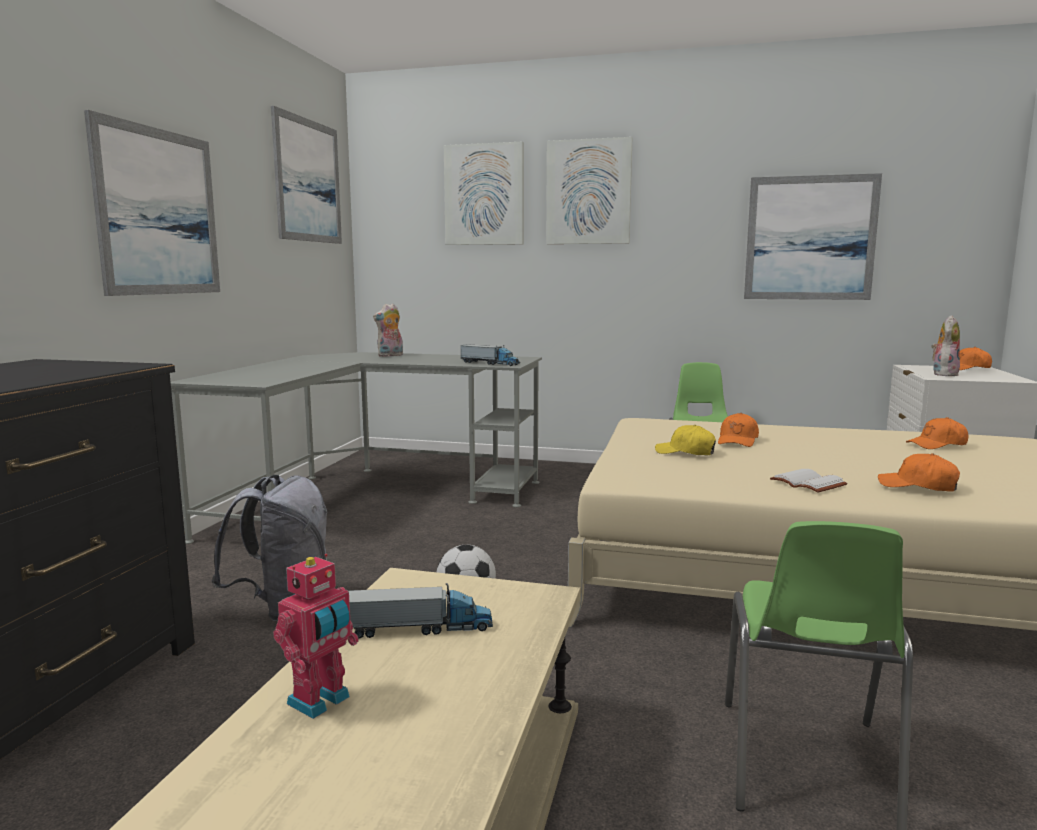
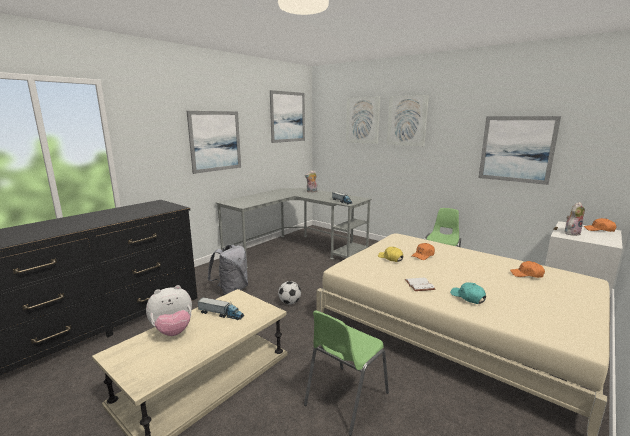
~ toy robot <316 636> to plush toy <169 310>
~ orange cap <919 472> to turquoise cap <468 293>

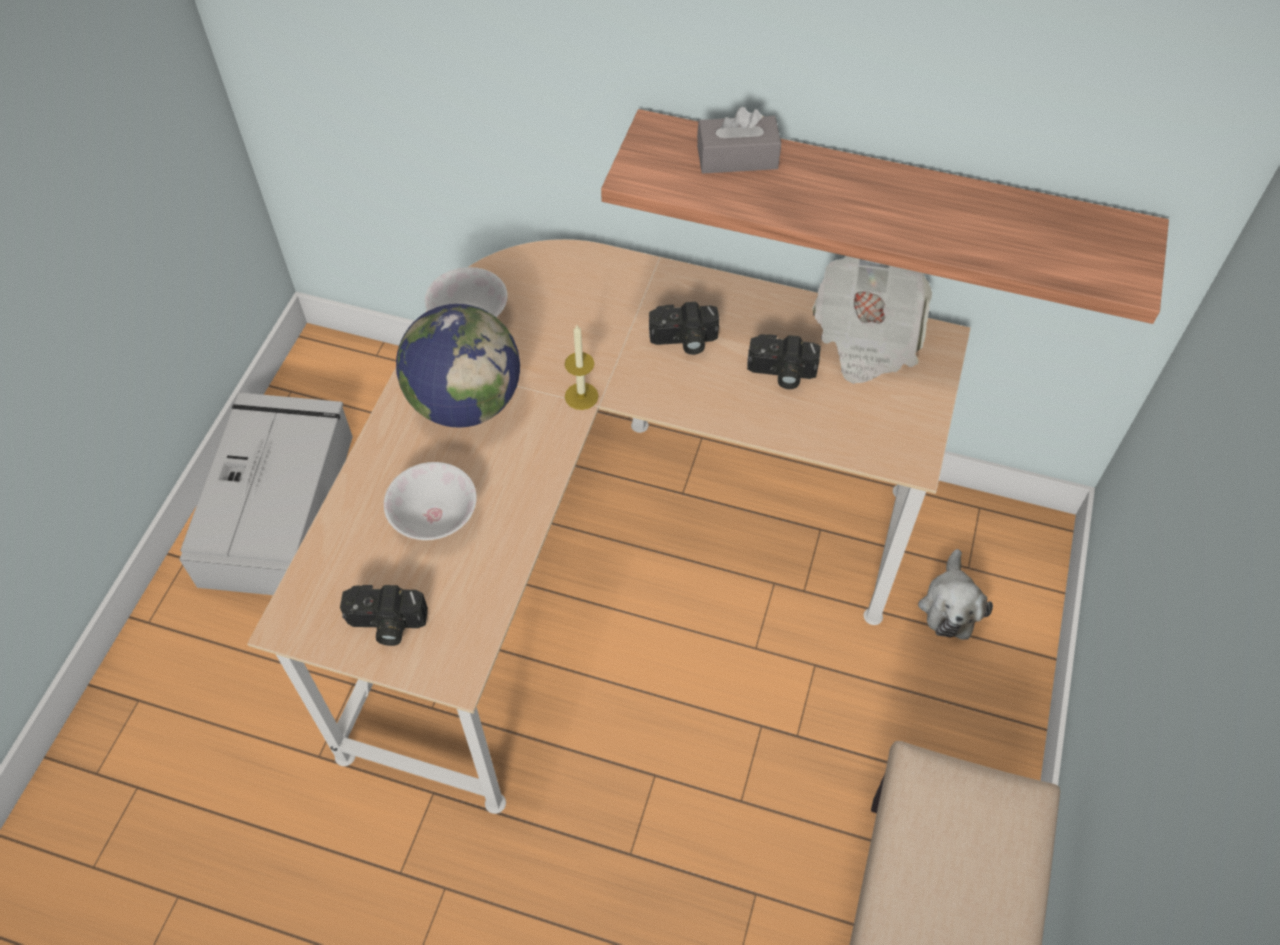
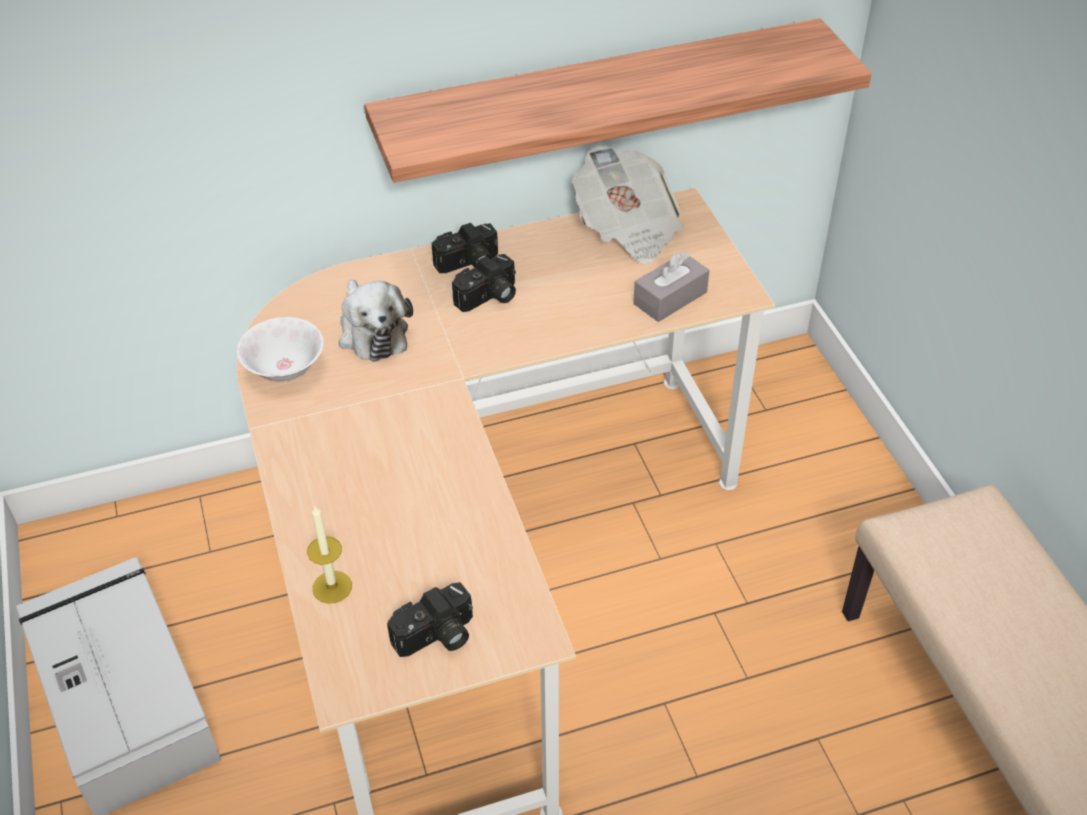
- white bowl <430 501>
- globe <458 366>
~ candle <582 367> to <329 555>
~ grey tissue box <739 140> to <671 286>
~ photo camera <784 361> to <465 248>
~ plush toy <955 594> to <376 321>

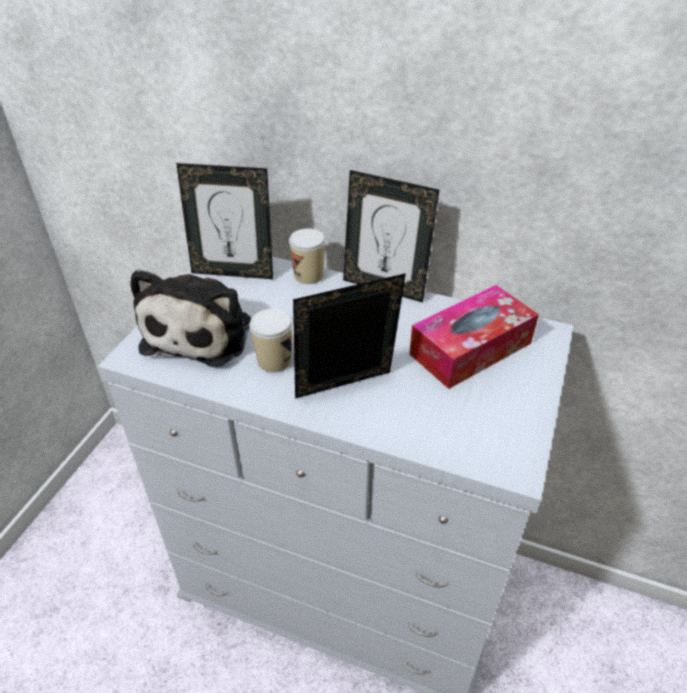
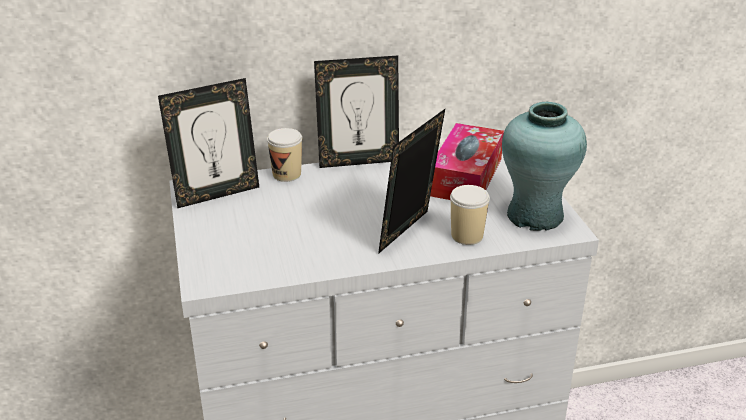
- plush toy <190 318>
+ turquoise vase <544 166>
~ cup <270 340> to <470 215>

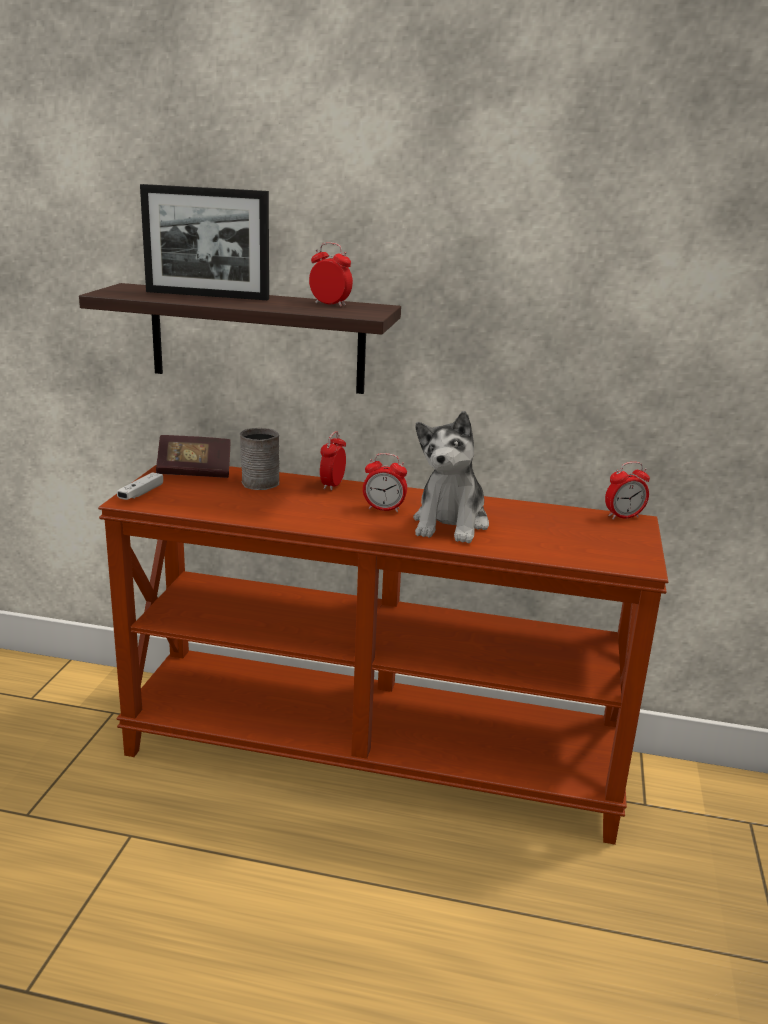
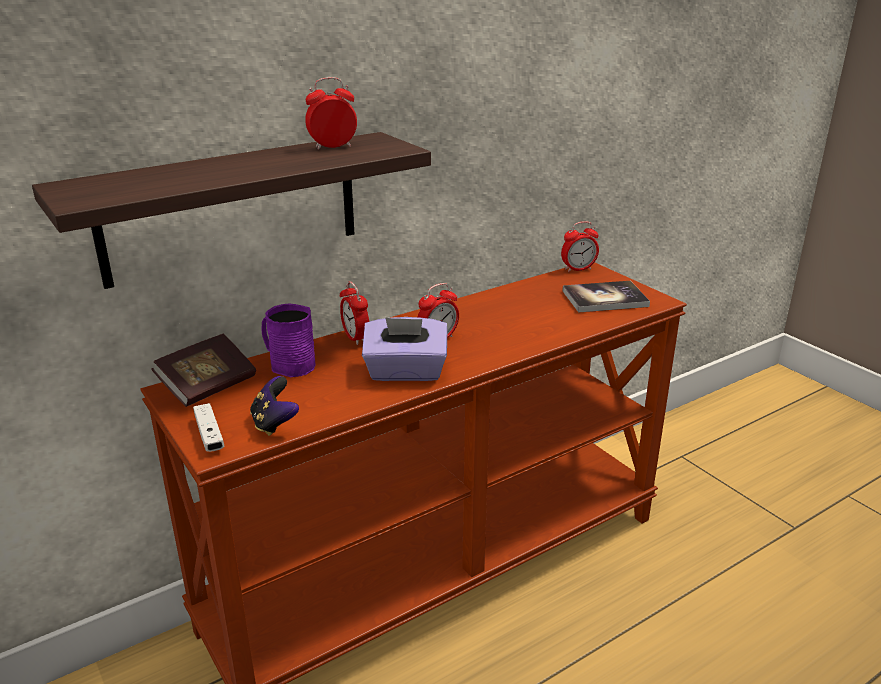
- picture frame <204 242>
- plush toy <451 477>
+ game controller <274 406>
+ purple tissue box <405 349>
+ book <606 297>
~ grey mug <259 459> to purple mug <288 340>
~ alarm clock <627 491> = <580 246> 45 degrees clockwise

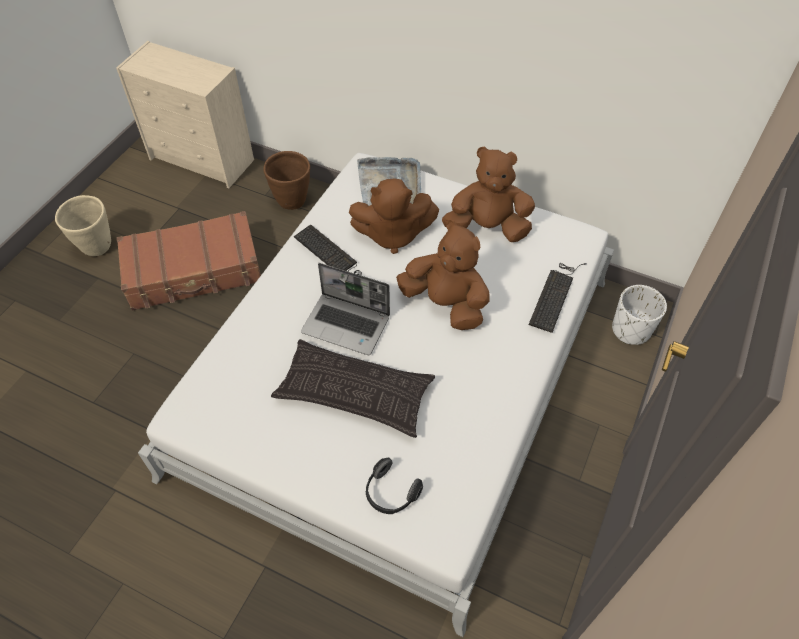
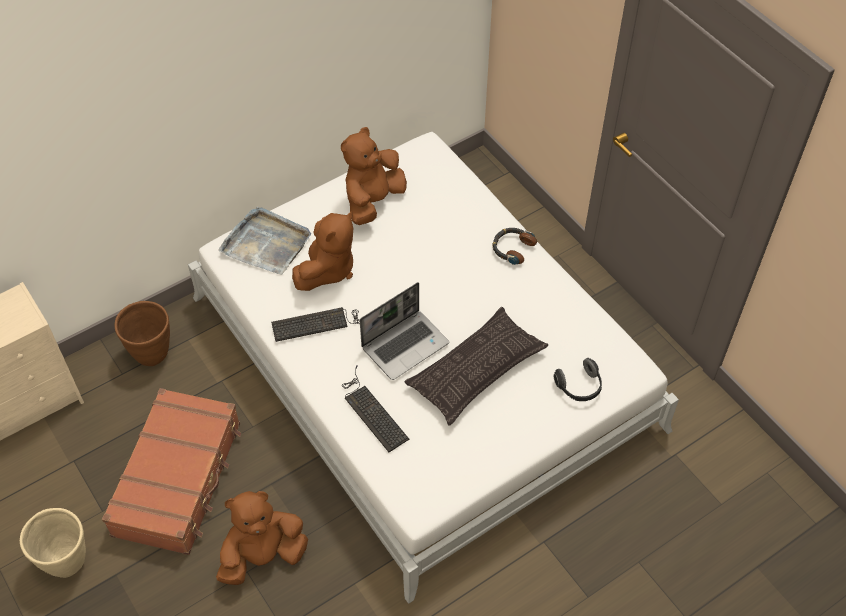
- white planter <639 315>
+ headphones <515 246>
~ brown plush toy <443 275> to <262 538>
~ keyboard <558 298> to <375 408>

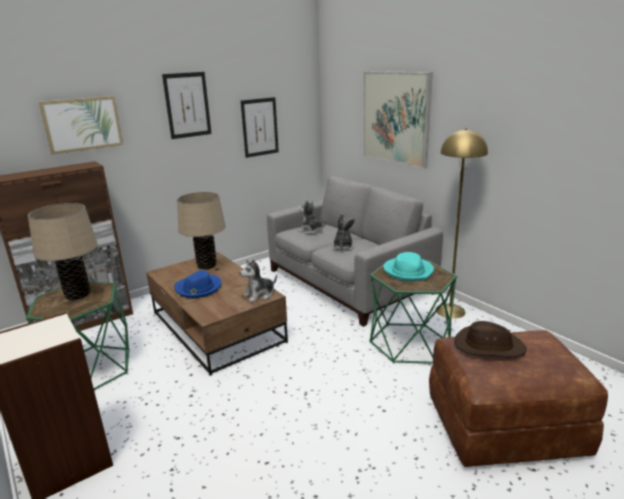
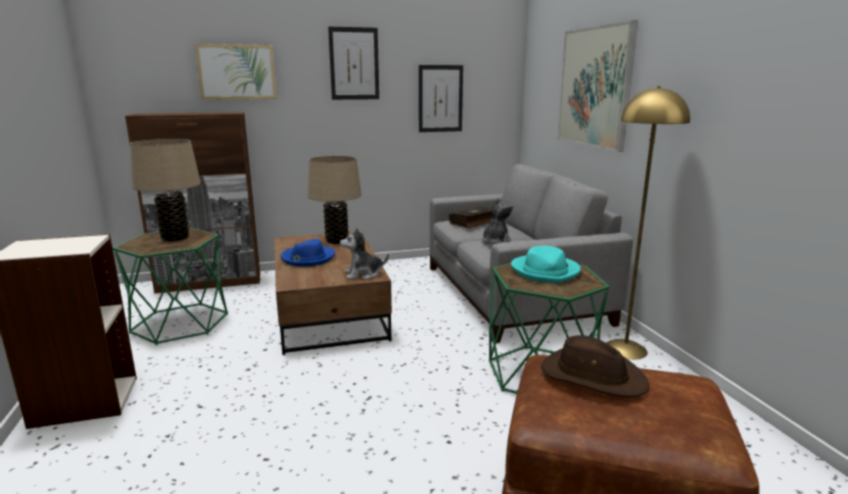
~ plush toy <312 217> to book <471 217>

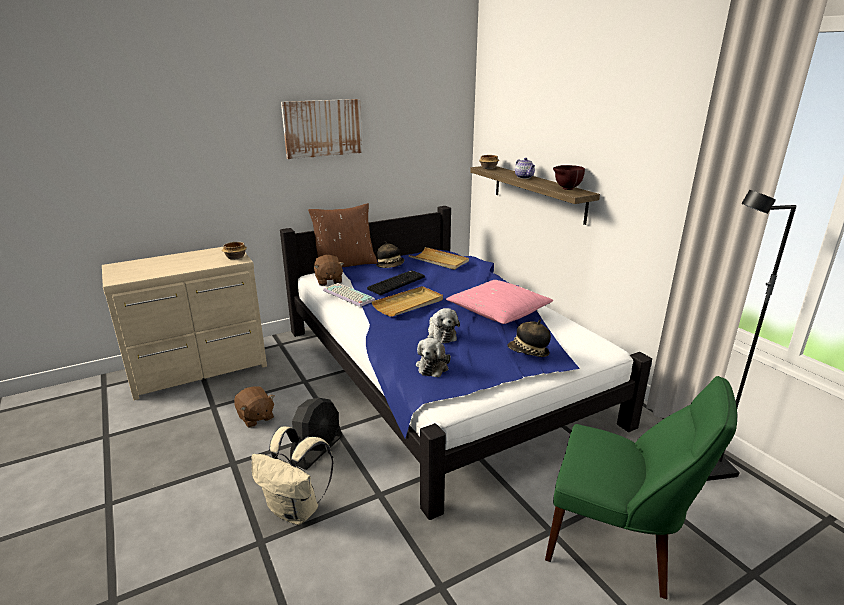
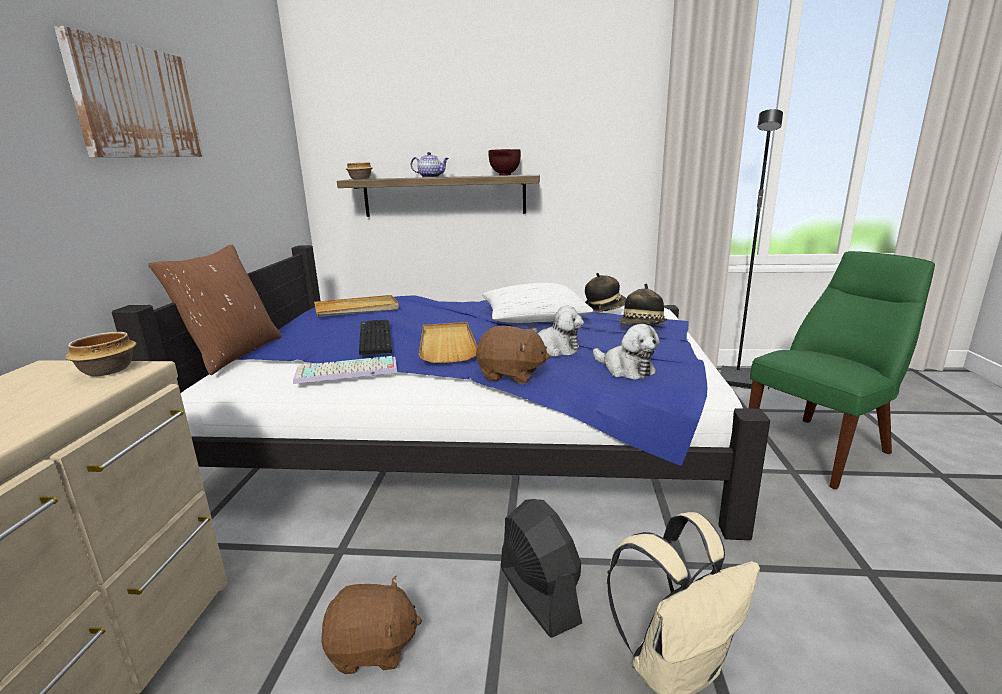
~ brown plush toy <329 270> to <513 354>
~ hat <390 254> to <605 292>
~ pink pillow <499 302> to white pillow <537 303>

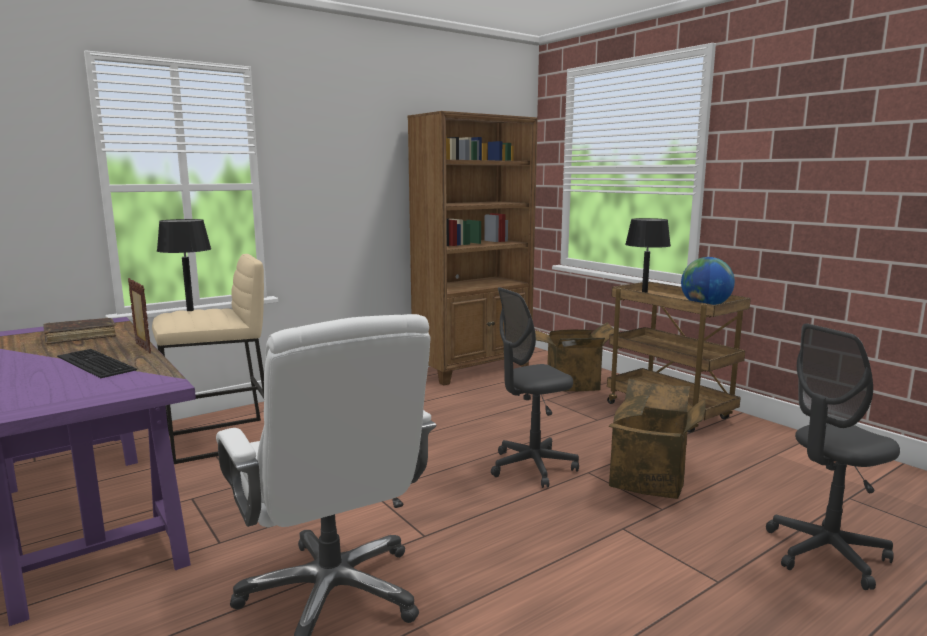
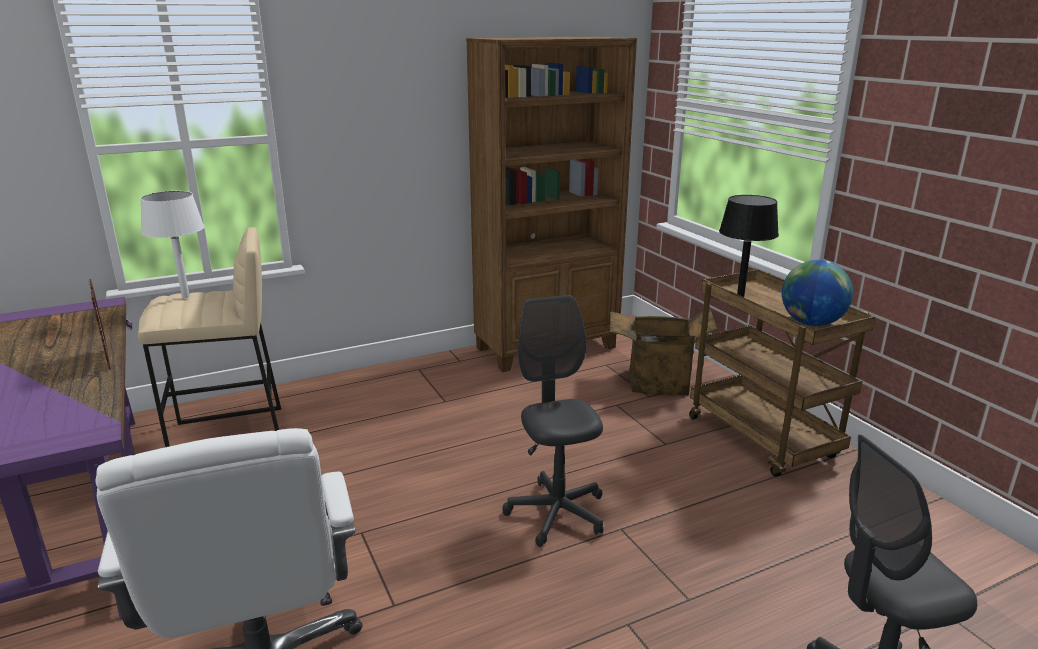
- brown book <79 331>
- keyboard <97 363>
- cardboard box <657 439>
~ black table lamp <184 265> to white table lamp <172 244>
~ grey office chair <535 387> = <552 421> 90 degrees clockwise

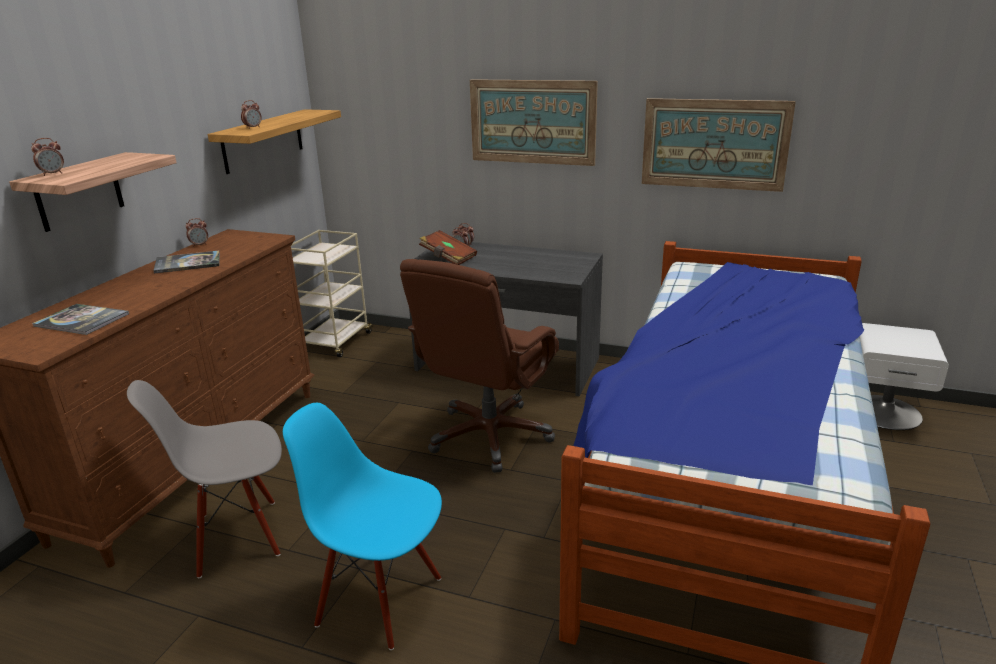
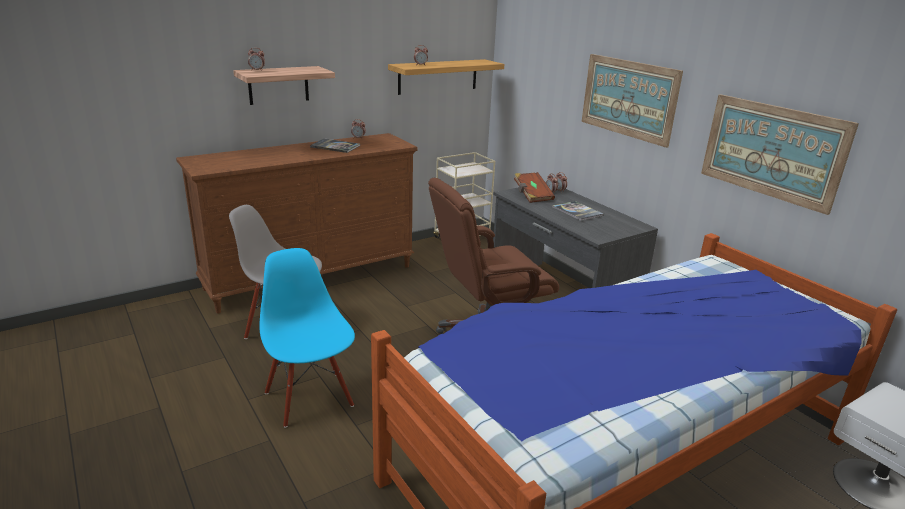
~ book <80 319> to <578 211>

